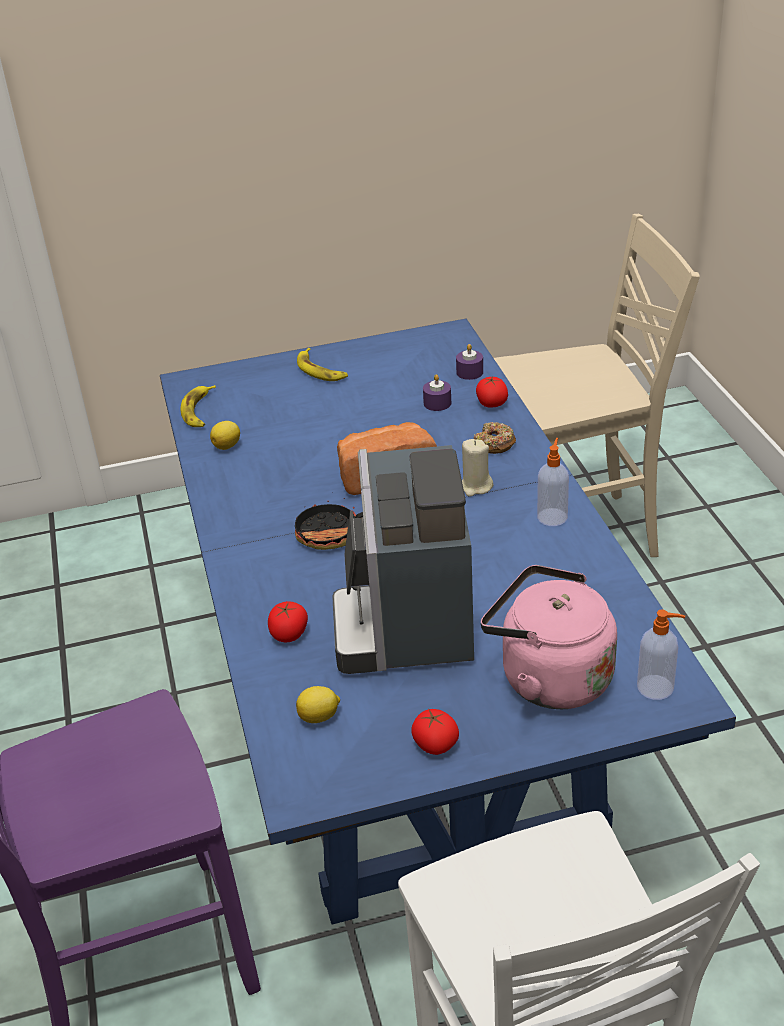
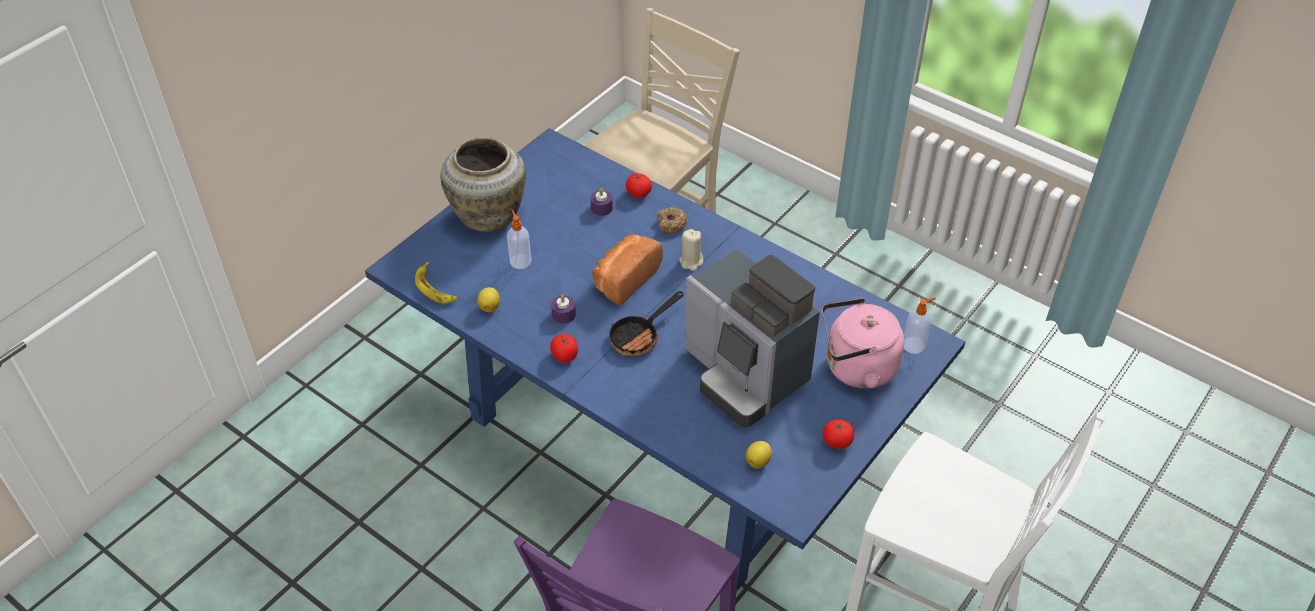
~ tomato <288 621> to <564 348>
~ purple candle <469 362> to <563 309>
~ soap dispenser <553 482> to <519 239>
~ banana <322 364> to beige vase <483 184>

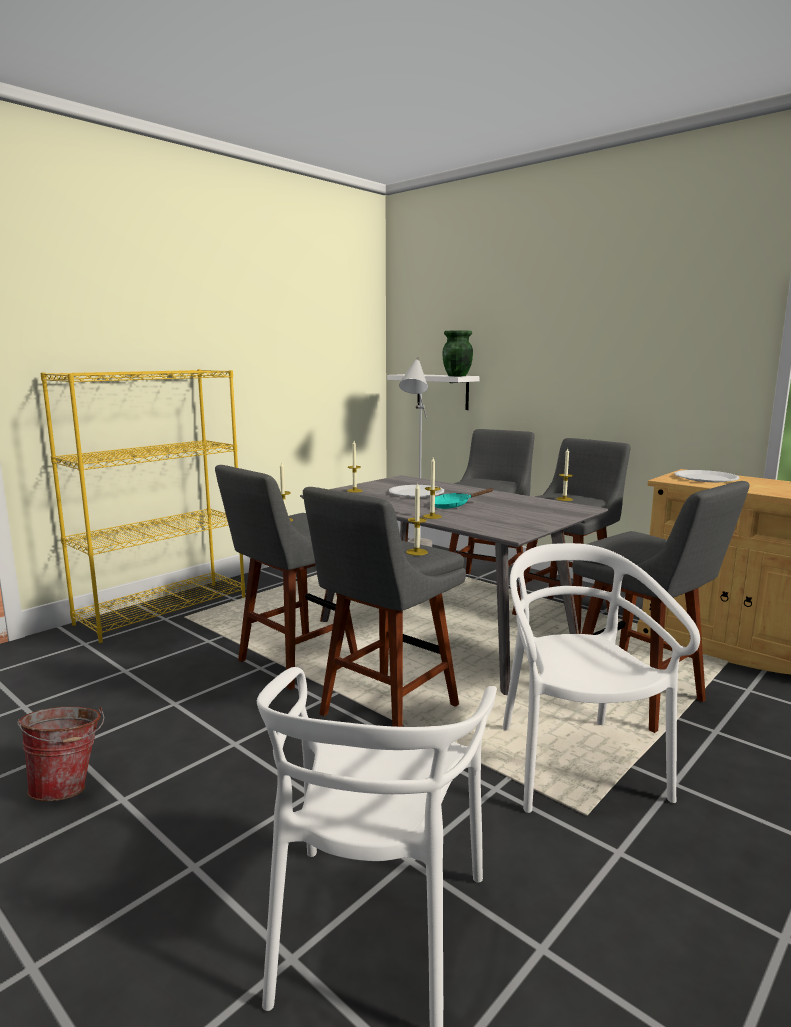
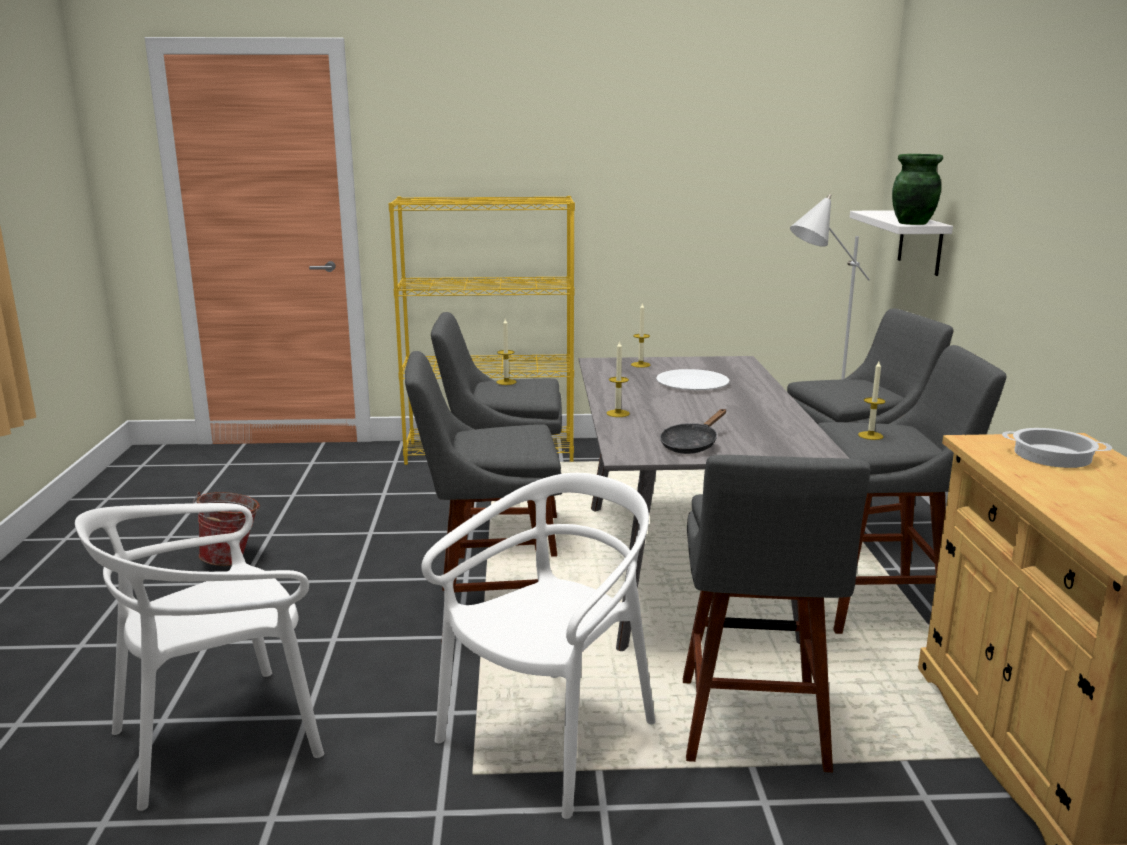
- candle <417 519>
- turquoise frying pan <464 498>
+ black frying pan <693 431>
~ white plate <707 476> to cooking pot <1057 448>

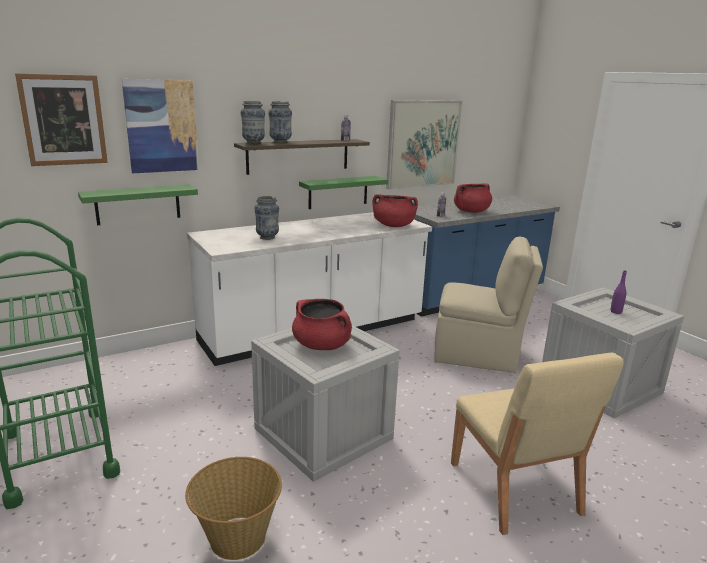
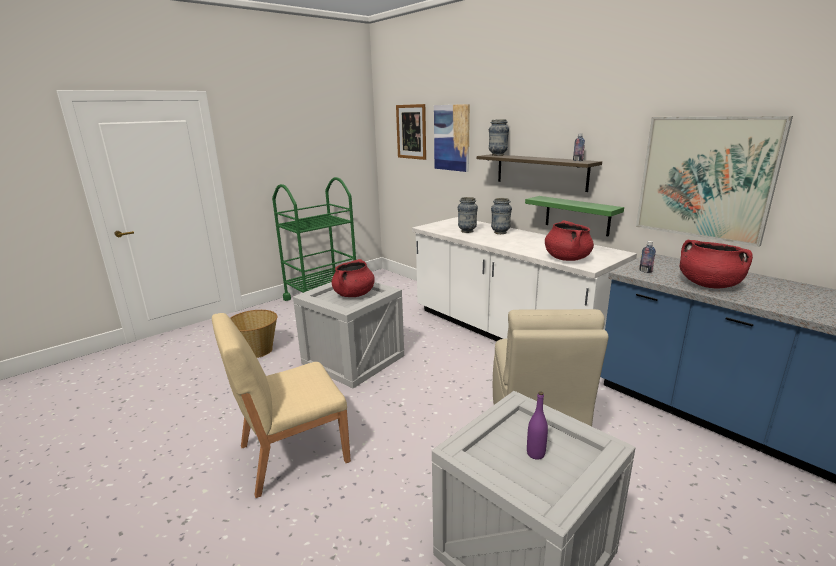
- green shelf <138 204>
~ vase <280 122> to <501 216>

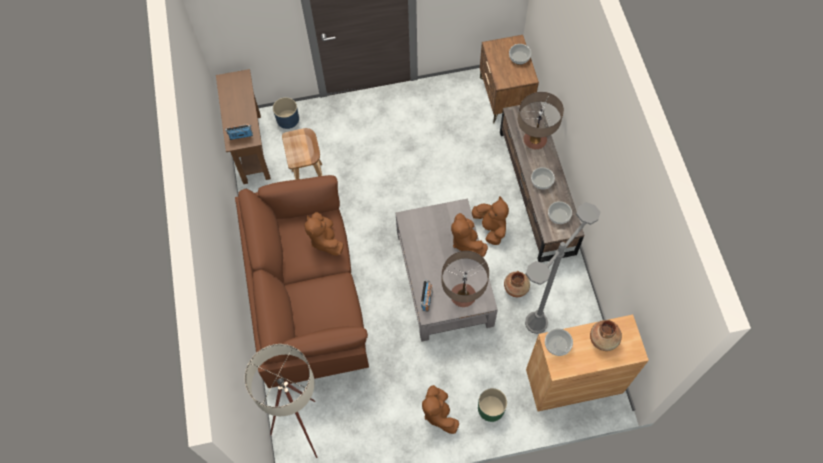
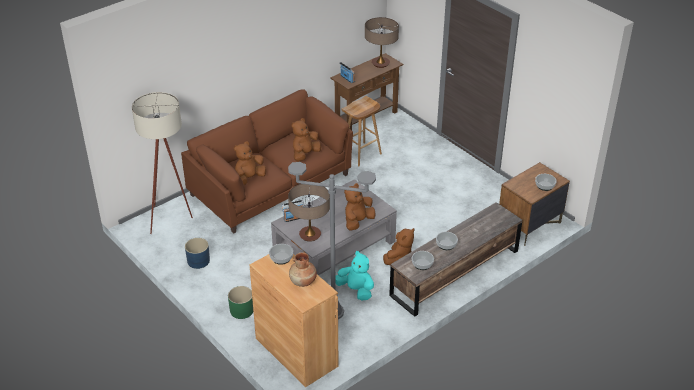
~ blue planter <286 113> to <197 253>
~ brown plush toy <440 409> to <250 163>
~ table lamp <541 120> to <382 42>
~ brown vase <517 284> to turquoise plush toy <354 276>

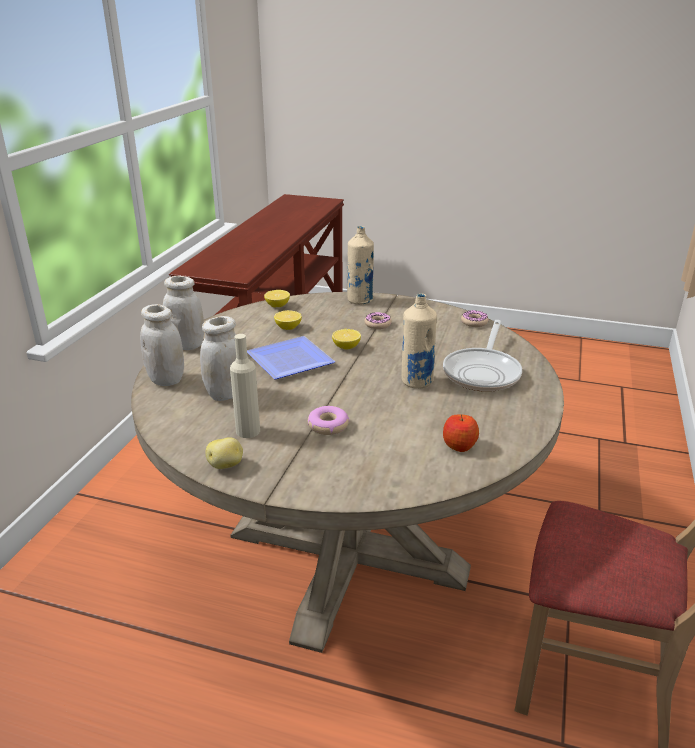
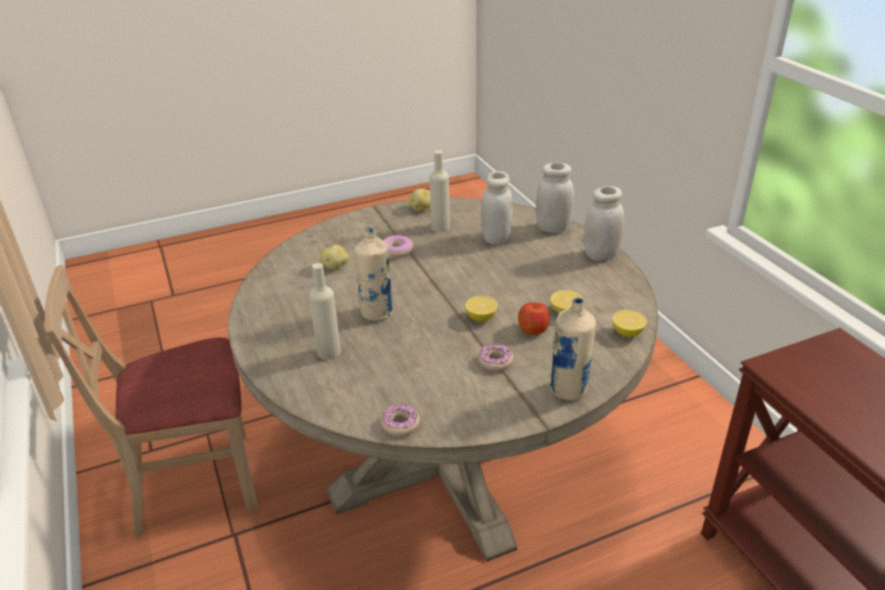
- plate <291 358>
+ potato <334 257>
~ apple <461 433> to <534 318>
~ frying pan <482 356> to beige bottle <325 311>

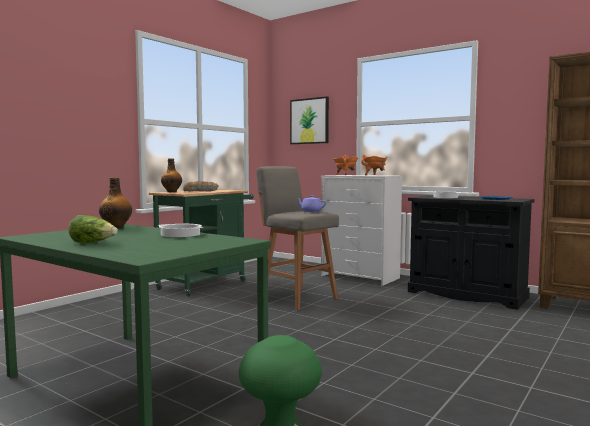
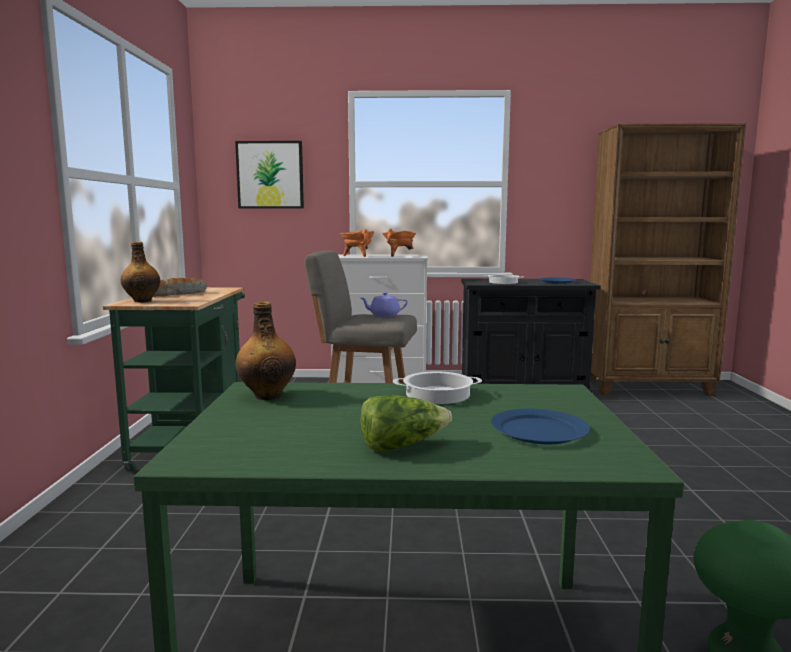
+ blue plate <540 426>

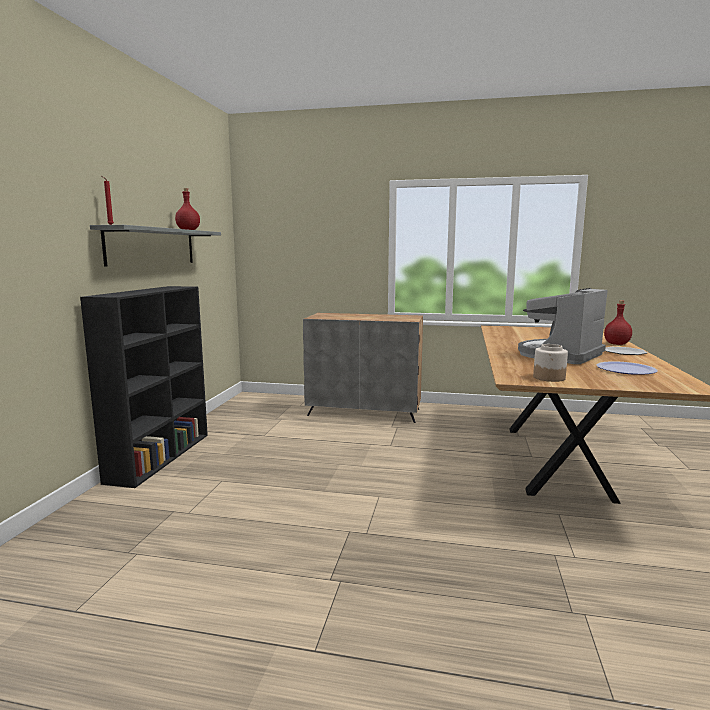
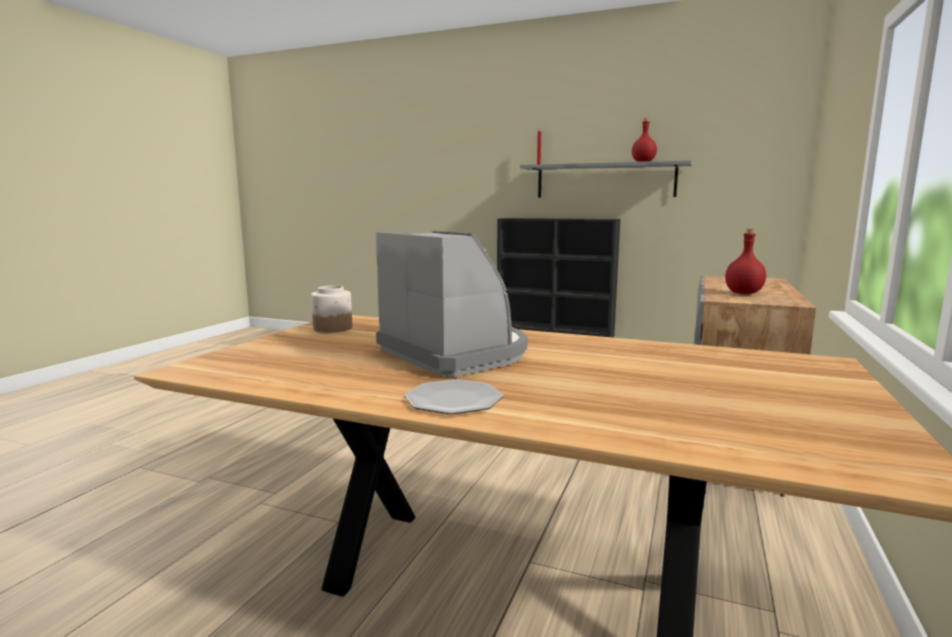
- plate <627 368>
~ red bottle <618 322> to <745 261>

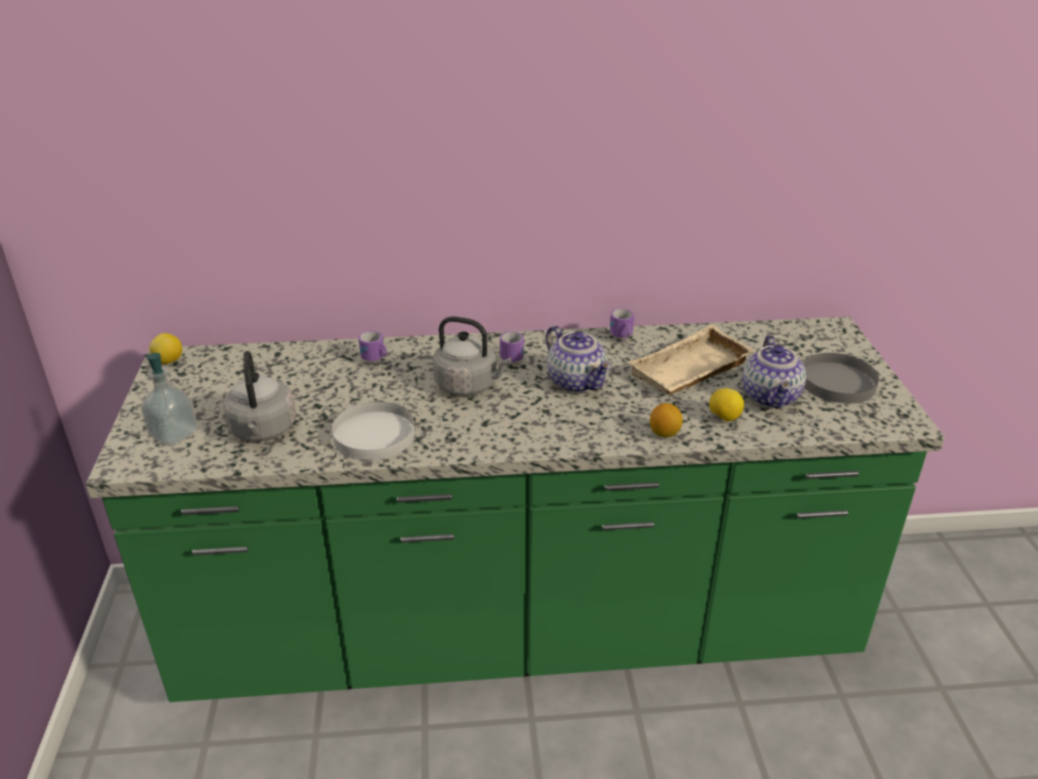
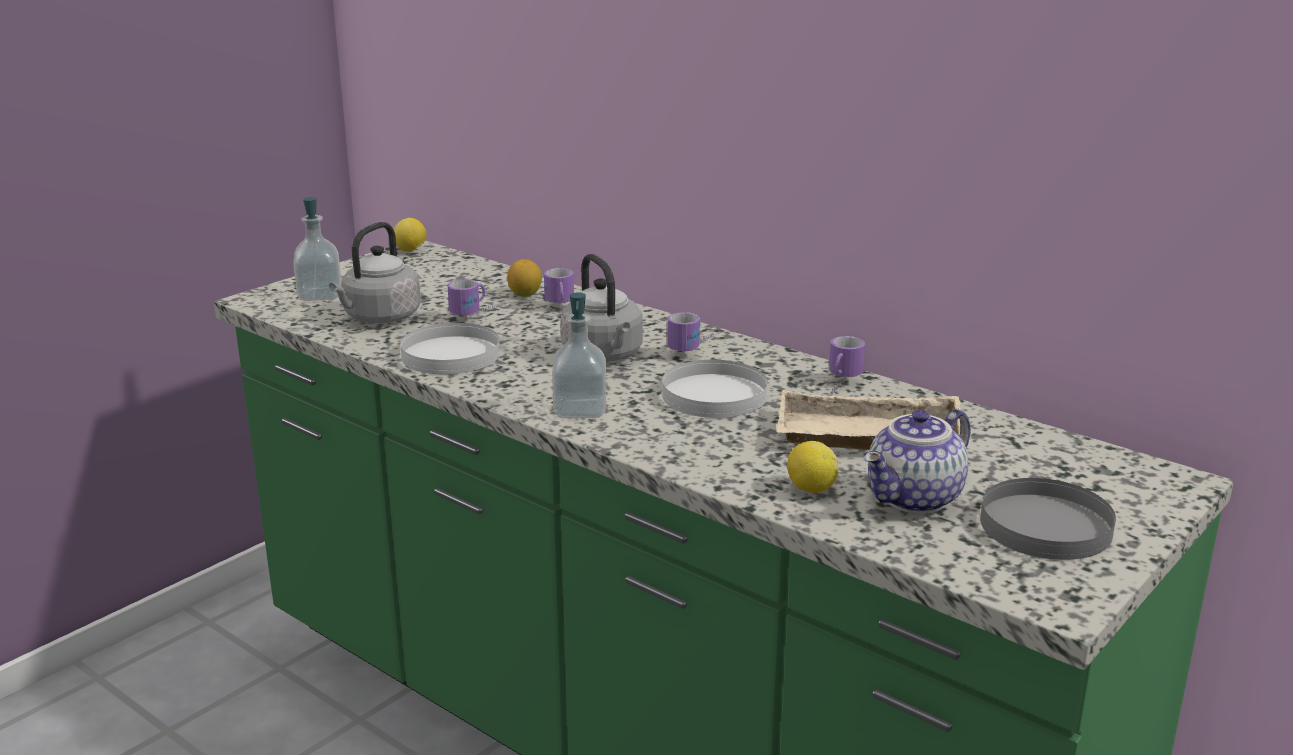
+ mug <477 298>
+ soap dispenser <579 355>
~ lemon <666 420> to <524 278>
~ teapot <579 359> to white plate <715 389>

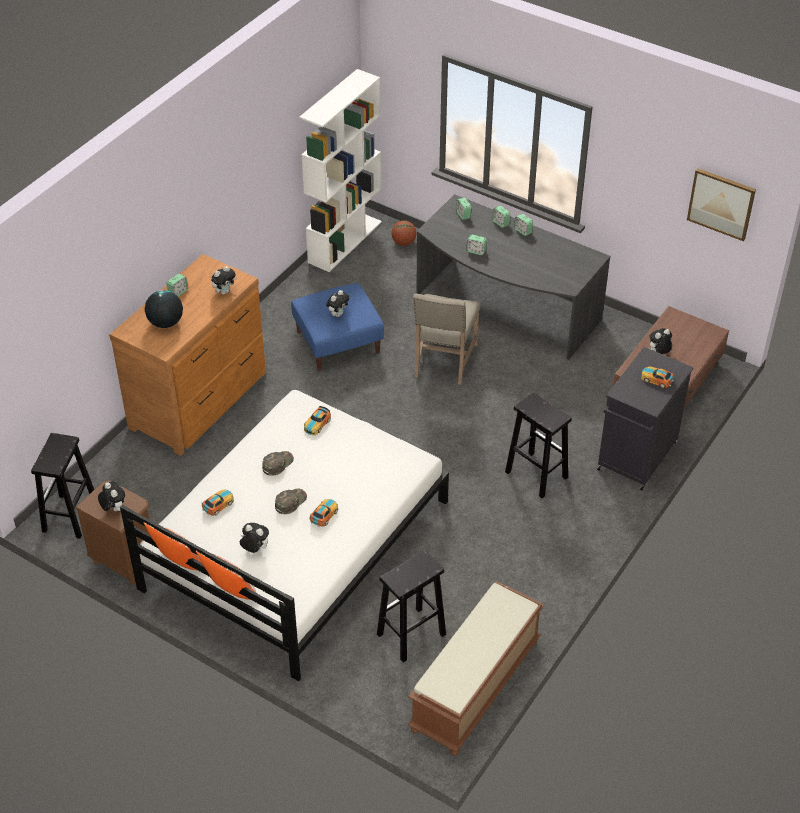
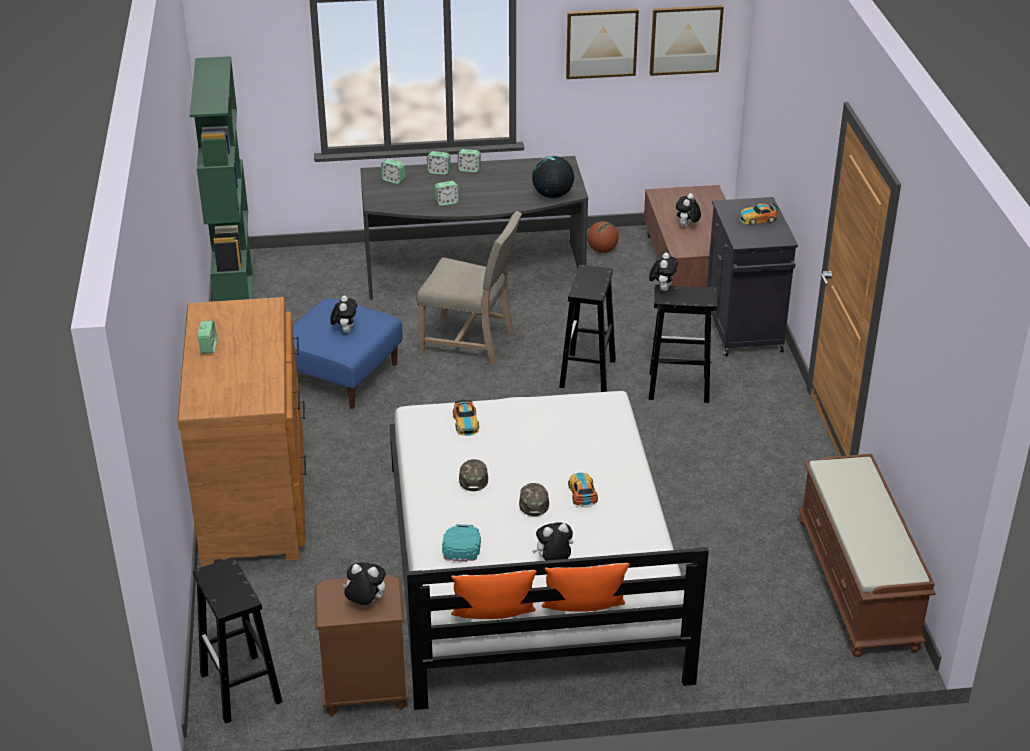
+ picture <602 43>
~ globe <164 309> to <553 177>
~ plush toy <224 280> to <663 272>
~ black stool <411 606> to <587 328>
~ basketball <404 233> to <603 237>
~ toy car <218 503> to turquoise cap <461 543>
~ white bookcase <340 170> to green bookcase <221 178>
~ beige chair <446 339> = <469 287> 45 degrees counterclockwise

